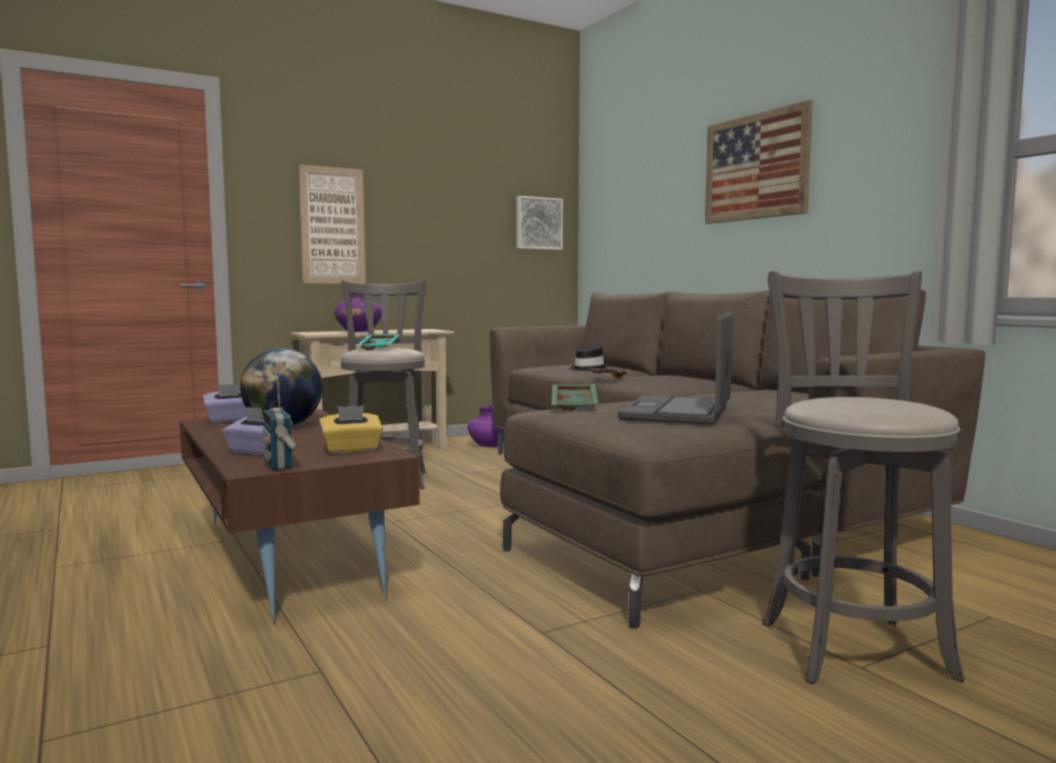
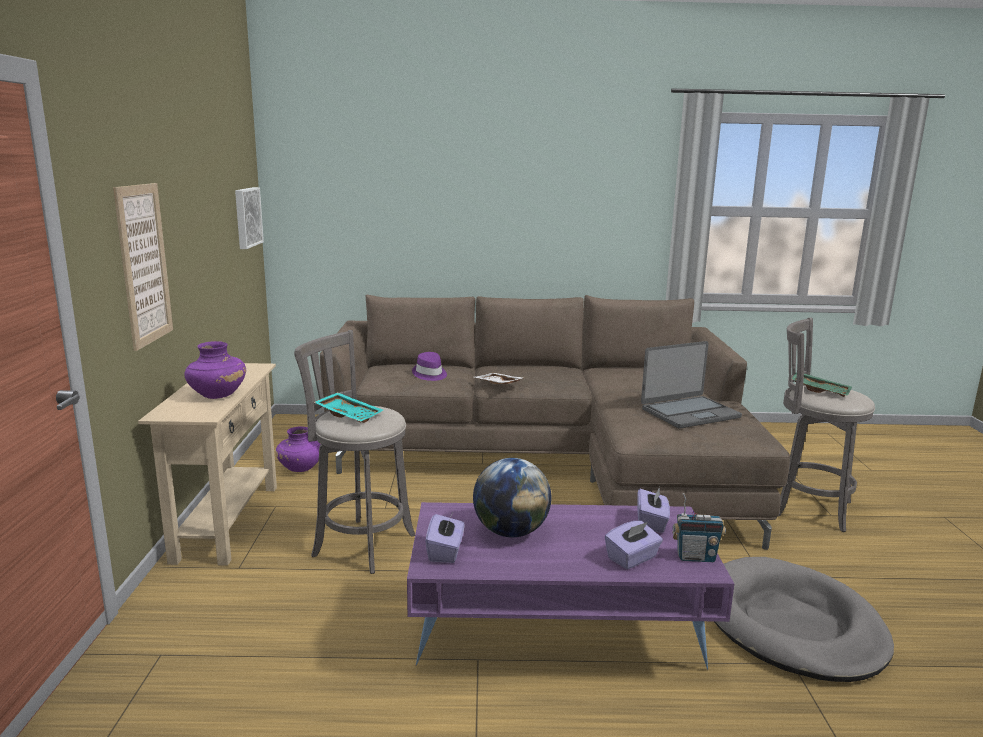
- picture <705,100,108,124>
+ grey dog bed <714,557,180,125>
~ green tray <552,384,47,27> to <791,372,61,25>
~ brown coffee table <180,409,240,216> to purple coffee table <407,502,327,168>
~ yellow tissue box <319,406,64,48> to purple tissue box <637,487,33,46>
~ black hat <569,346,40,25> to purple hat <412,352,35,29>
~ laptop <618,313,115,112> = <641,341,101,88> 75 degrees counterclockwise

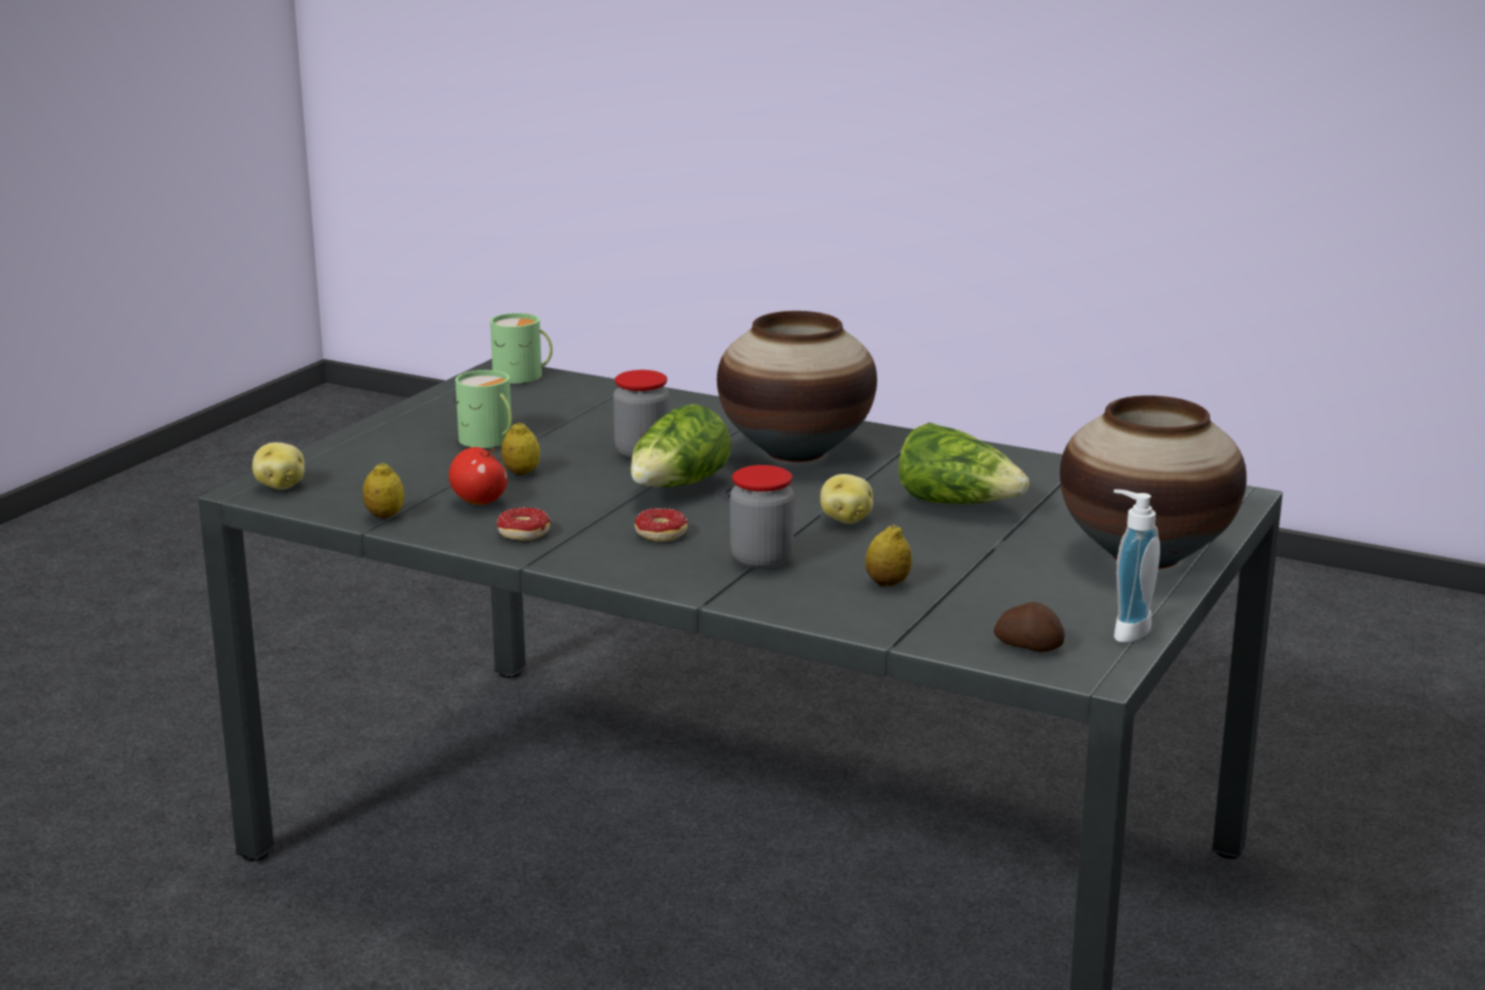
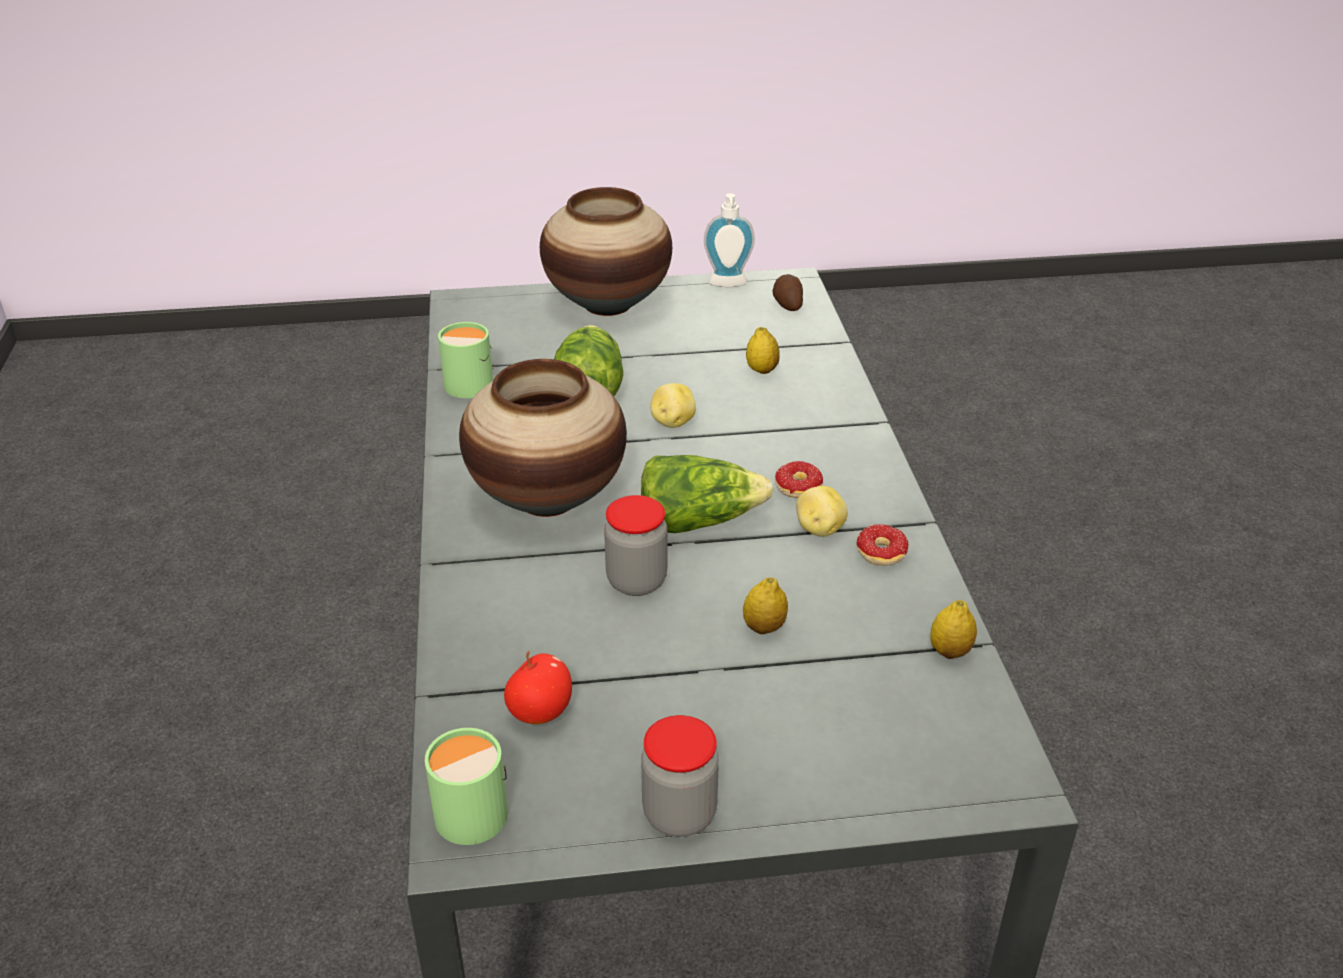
~ potato <252,442,53,48> to <796,486,52,51>
~ apple <449,447,58,58> to <504,651,68,73>
~ green mug <454,370,58,78> to <438,322,55,76>
~ jar <730,465,64,104> to <641,715,78,122>

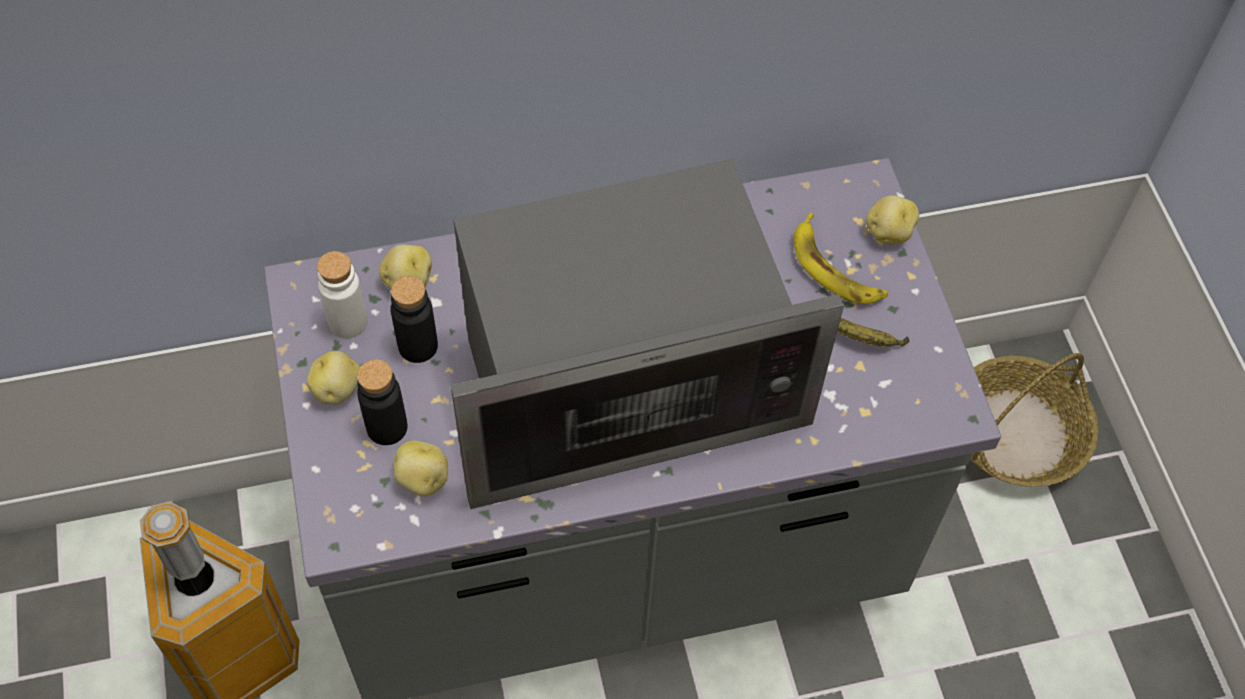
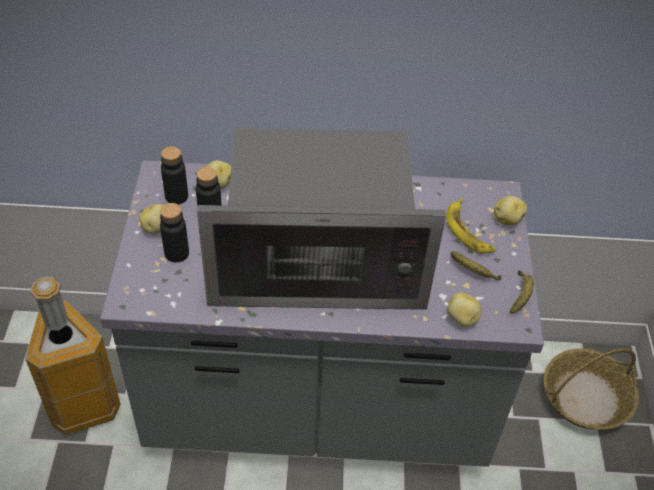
+ banana <510,271,24,43>
~ potato <394,441,54,55> to <447,292,34,35>
~ white bottle <317,251,51,87> to black bottle <161,146,27,58>

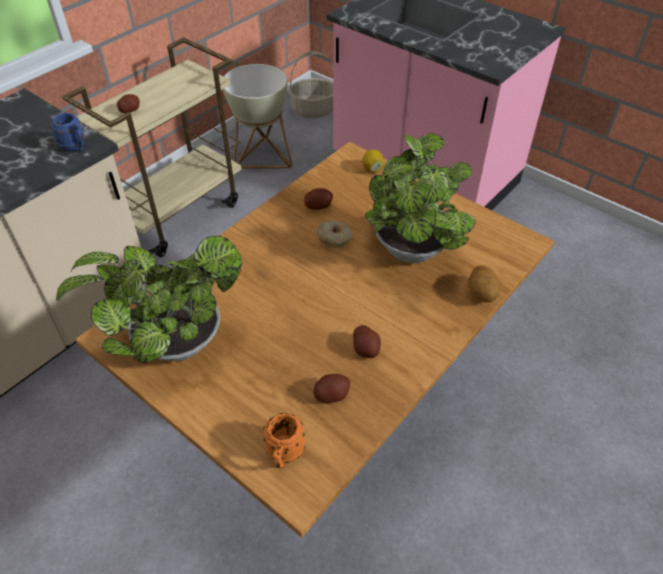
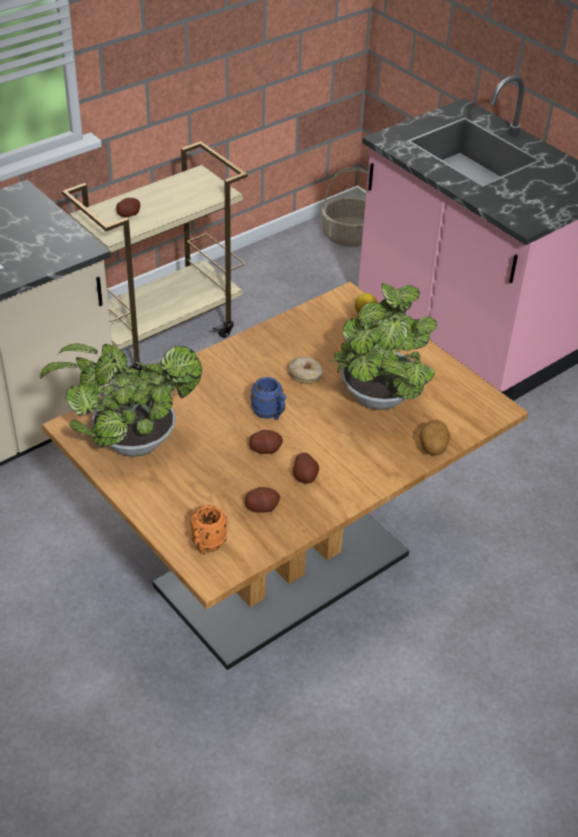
- planter <223,64,69,104>
~ blue mug <50,113,35,38> to <250,377,36,43>
~ potato <304,188,29,22> to <249,430,34,24>

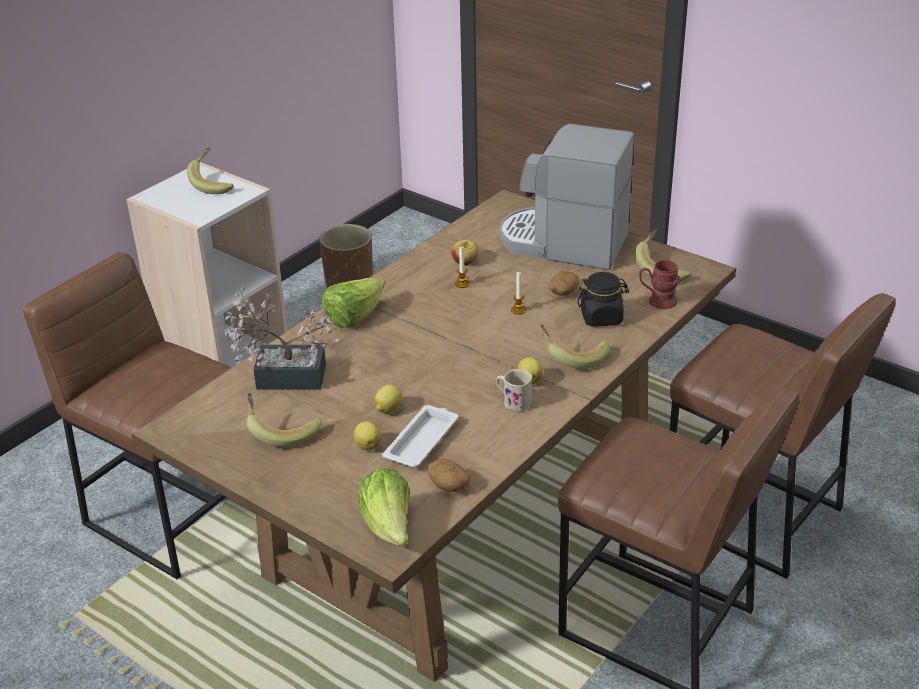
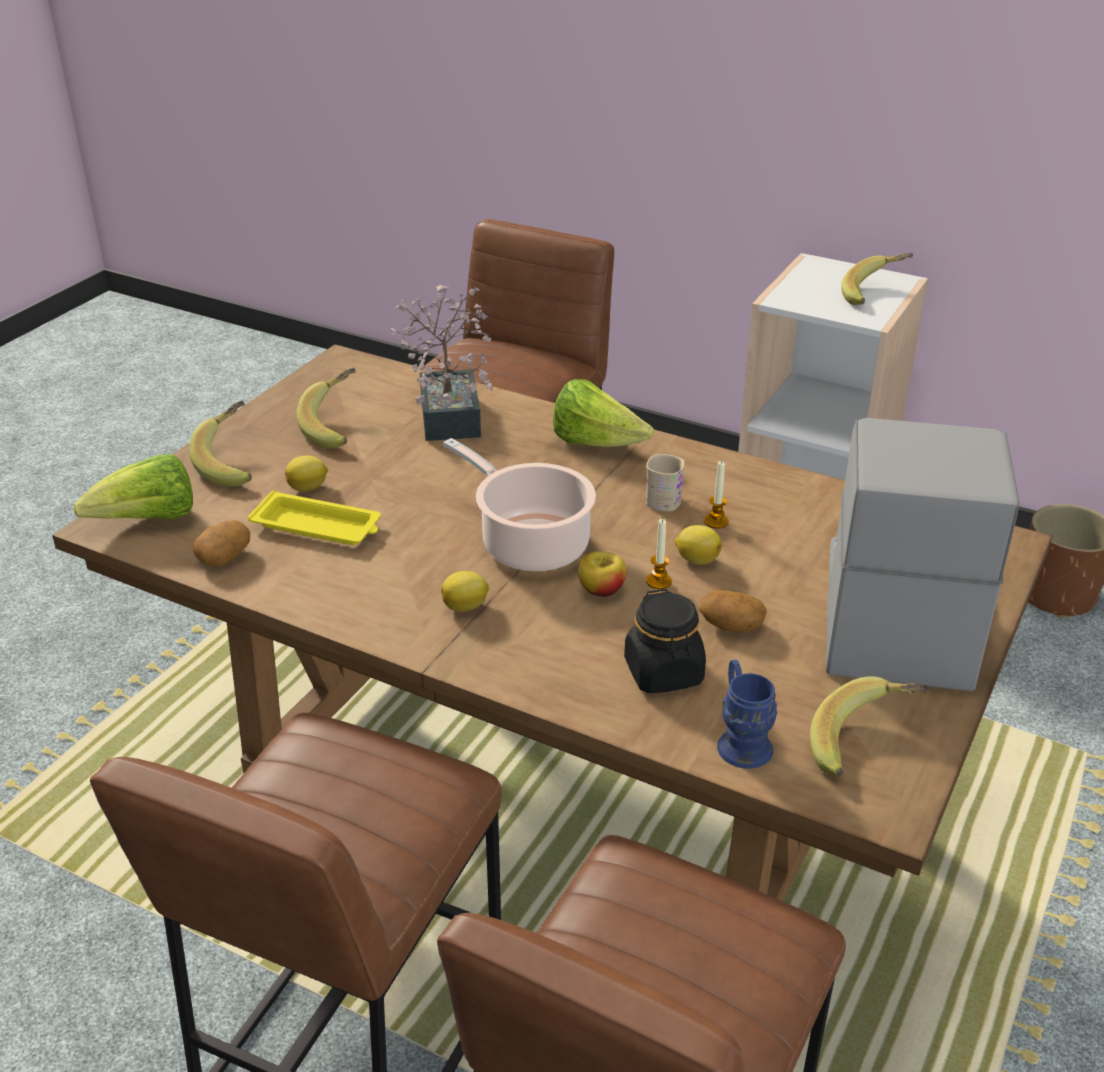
+ cooking pot <443,438,153,134>
~ lemon <374,384,28,29> to <675,525,47,39>
~ apple <451,240,27,26> to <578,551,48,46>
~ beige mug <497,369,35,43> to <646,454,39,57>
~ banana <540,324,70,45> to <189,400,63,87>
~ white tray <382,405,76,63> to yellow tray <248,490,133,55>
~ red mug <639,260,40,49> to blue mug <717,660,60,109>

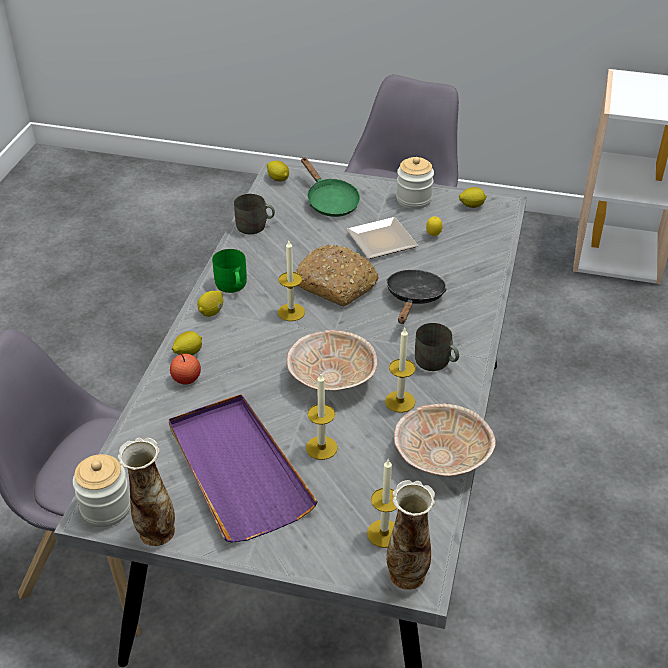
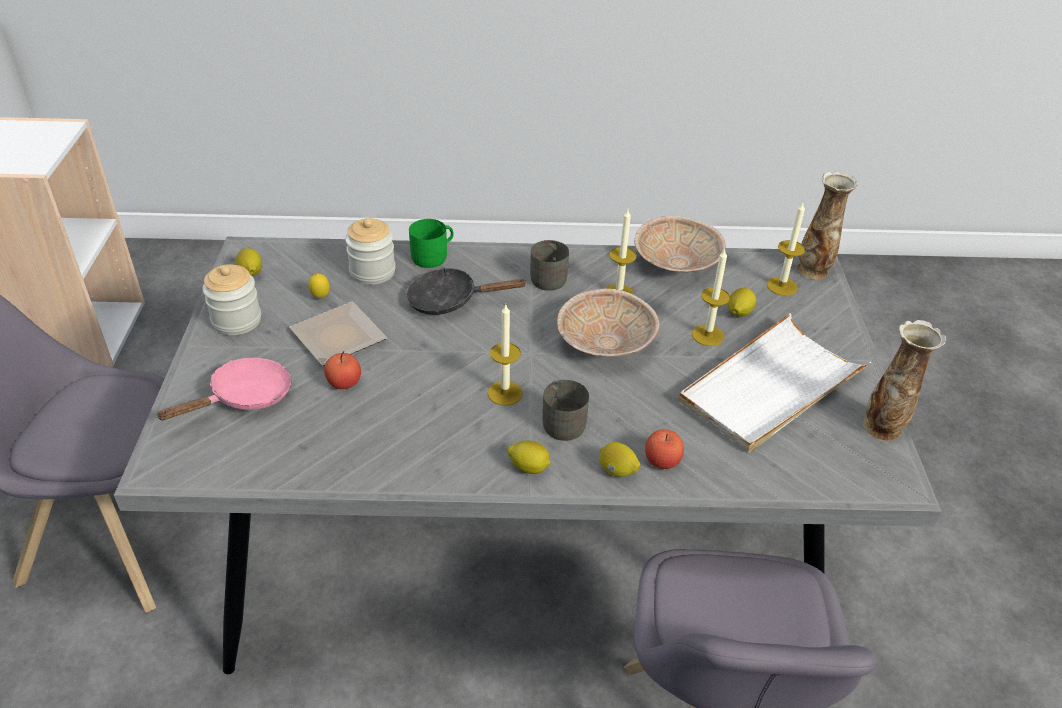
- bread <295,245,84,61>
+ apple <324,351,37,38>
~ jar <73,454,58,73> to <345,218,51,67>
~ green mug <212,249,35,44> to <409,219,45,49>
~ grey mug <234,194,41,40> to <542,380,47,61>
~ lemon <267,161,22,20> to <728,288,28,29>
~ purple tray <168,394,150,149> to white tray <678,313,194,139>
~ green frying pan <301,157,59,60> to pink frying pan <156,358,136,62>

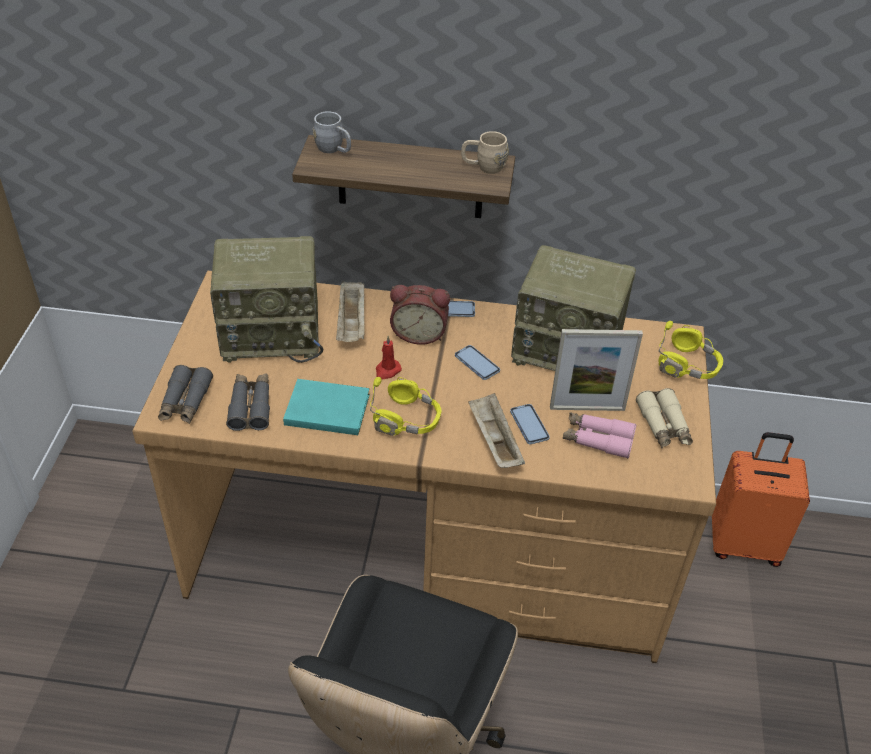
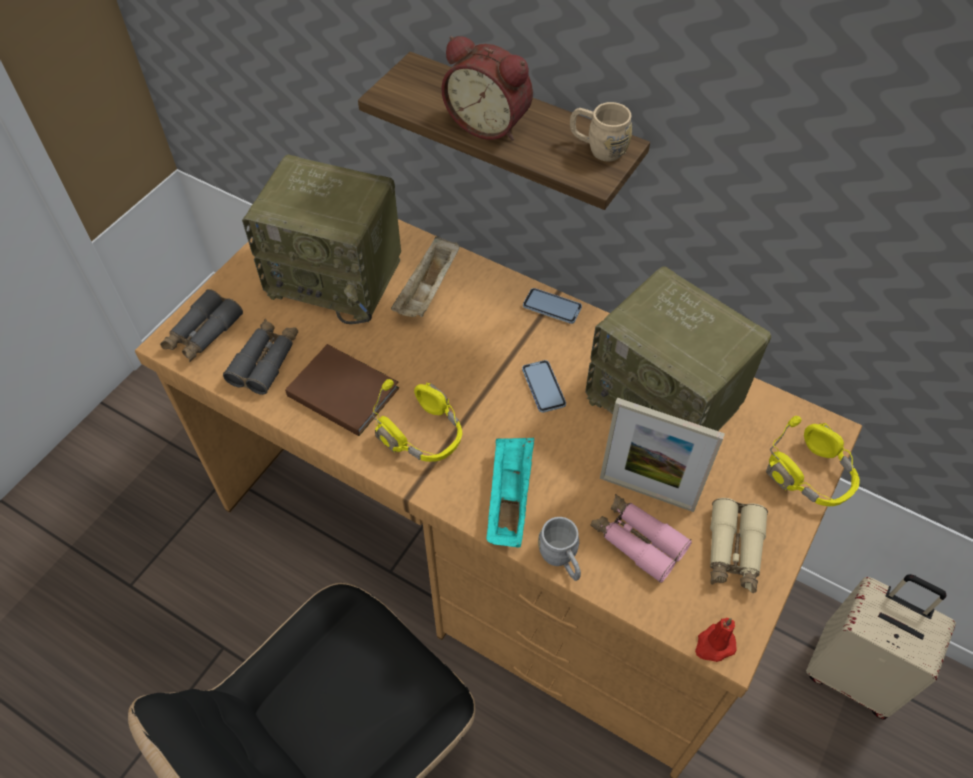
- phone <510,404,40,40>
~ grey mug <313,111,38,42> to <538,517,43,64>
~ red candle <376,336,26,43> to <695,618,42,44>
~ alarm clock <390,285,60,60> to <441,36,92,105>
~ turquoise book <283,379,87,56> to brown book <285,344,114,92>
~ beige tray <468,393,57,75> to turquoise tray <486,438,48,110>
~ orange suitcase <712,432,98,135> to beige suitcase <806,574,150,146>

